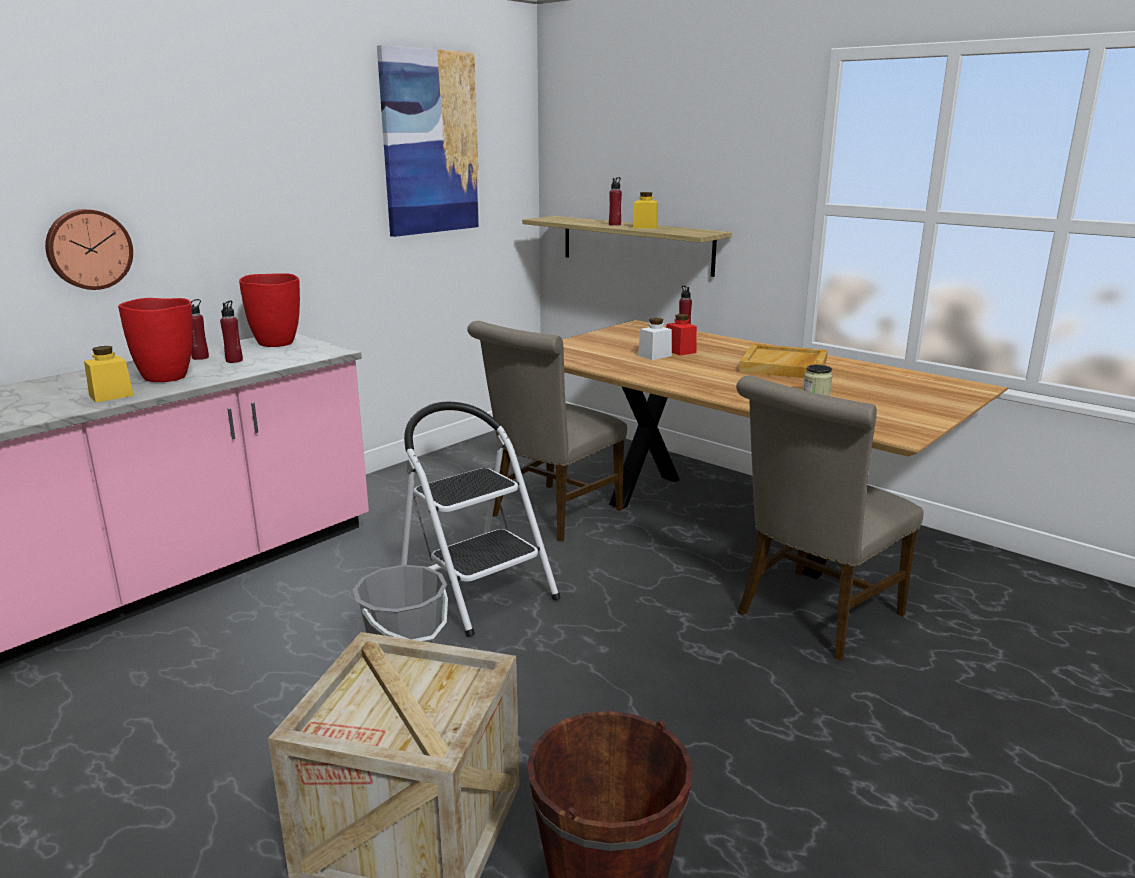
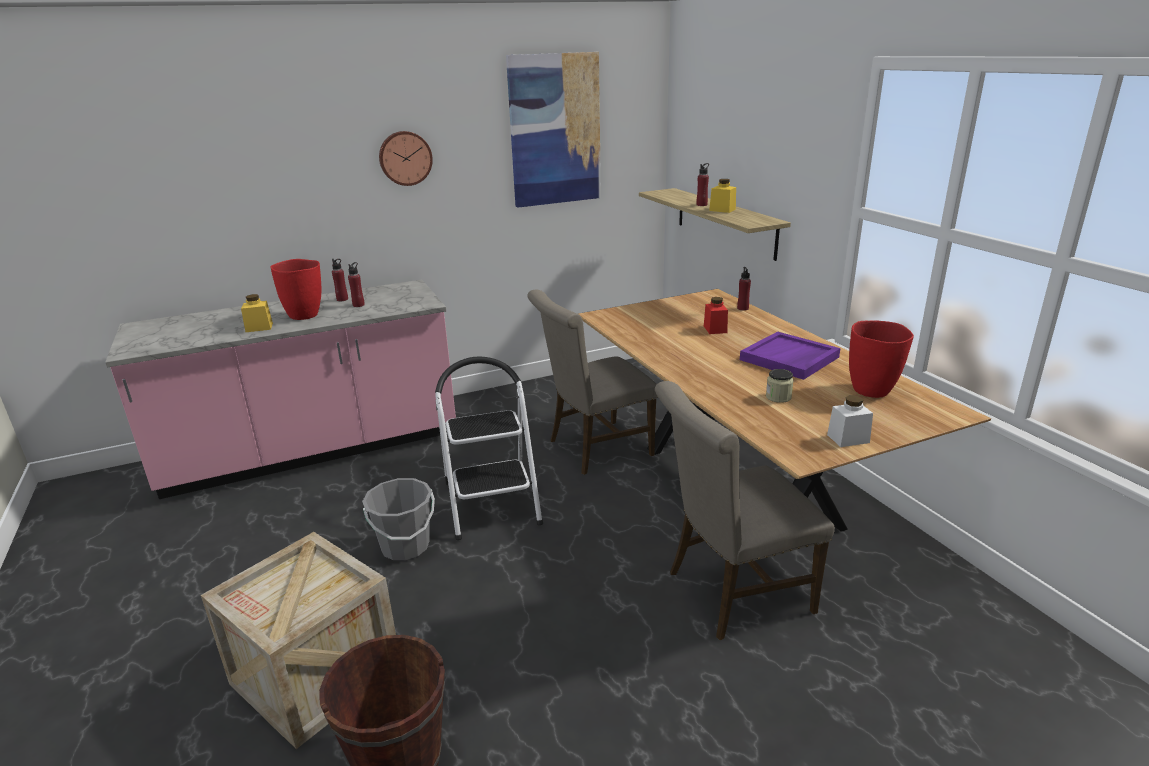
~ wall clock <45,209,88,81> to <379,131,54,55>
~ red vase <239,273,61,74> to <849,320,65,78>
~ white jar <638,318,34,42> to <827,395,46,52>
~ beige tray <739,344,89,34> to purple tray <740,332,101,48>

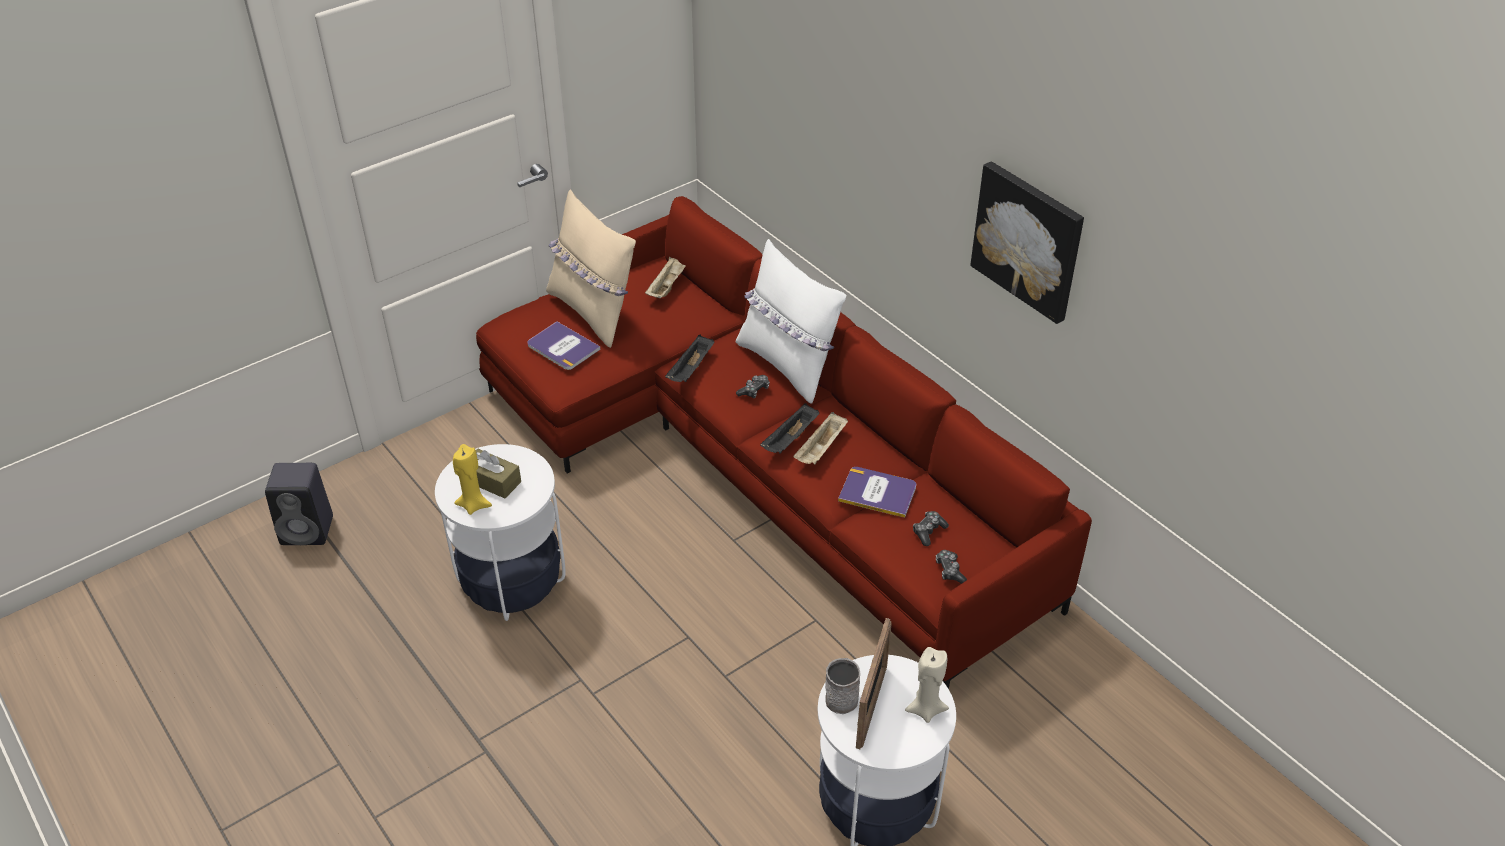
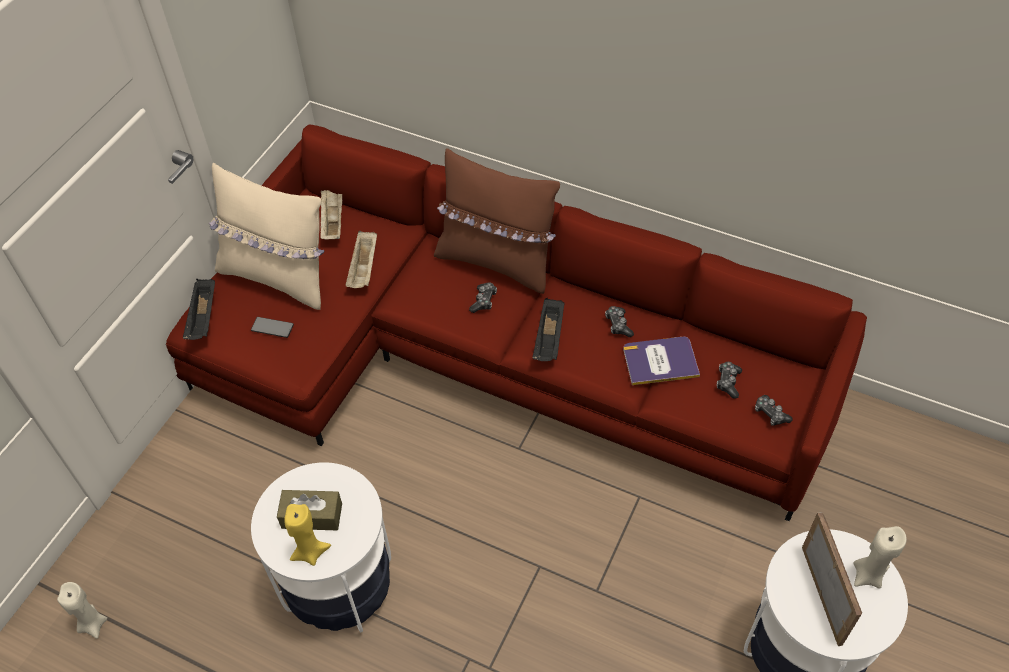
- grey mug <825,658,36,56>
- picture <970,161,114,163>
+ game controller <605,306,29,31>
~ black tray <665,335,49,47> to <183,279,32,61>
~ beige tray <794,412,54,52> to <346,231,31,57>
~ black speaker <265,463,68,82> to beige candle <57,582,50,57>
~ book <527,322,73,48> to phone <251,317,43,21>
~ white pillow <736,239,110,165> to brown pillow <434,148,126,146>

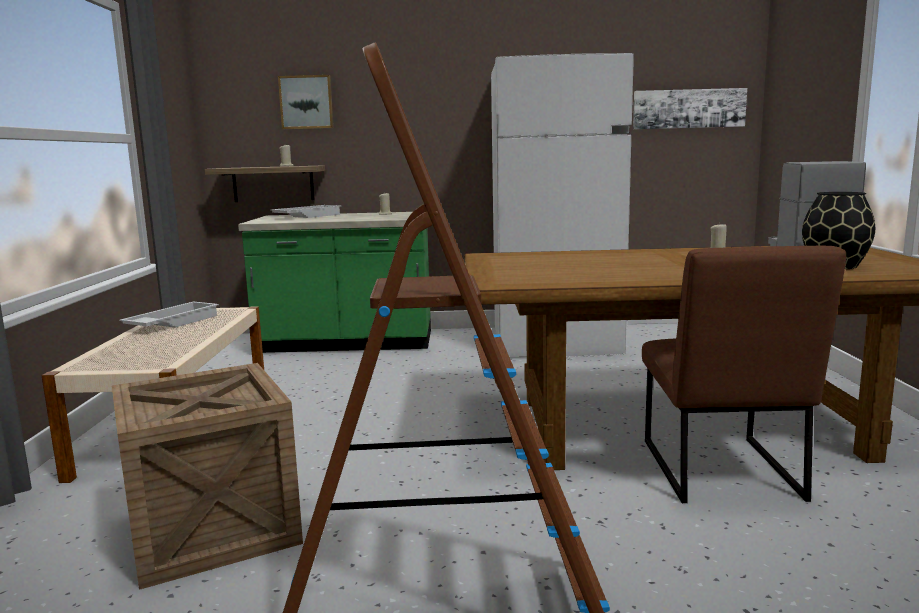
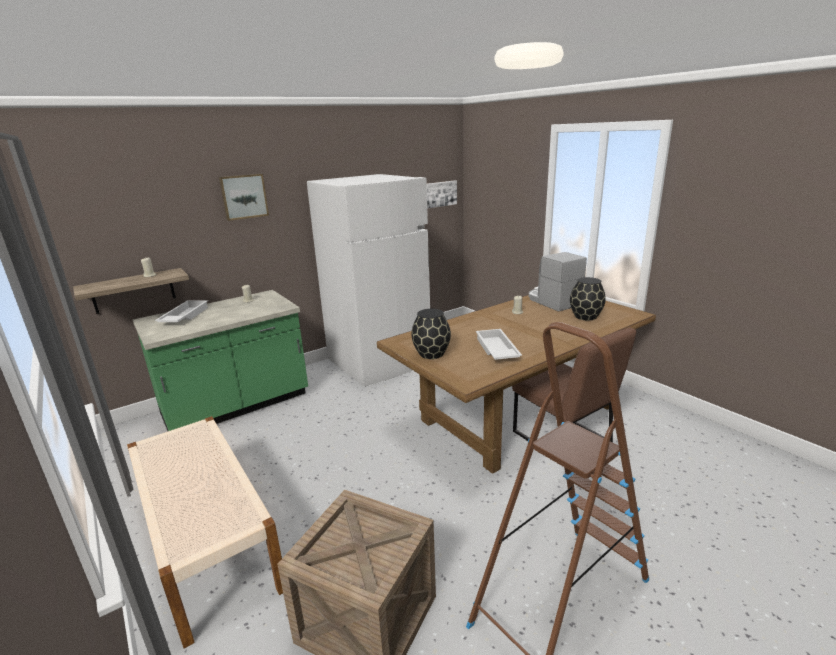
+ black vase <412,309,39,50>
~ white tray <119,302,100,26> to <476,329,46,31>
~ picture <278,75,56,54> to <219,174,50,47>

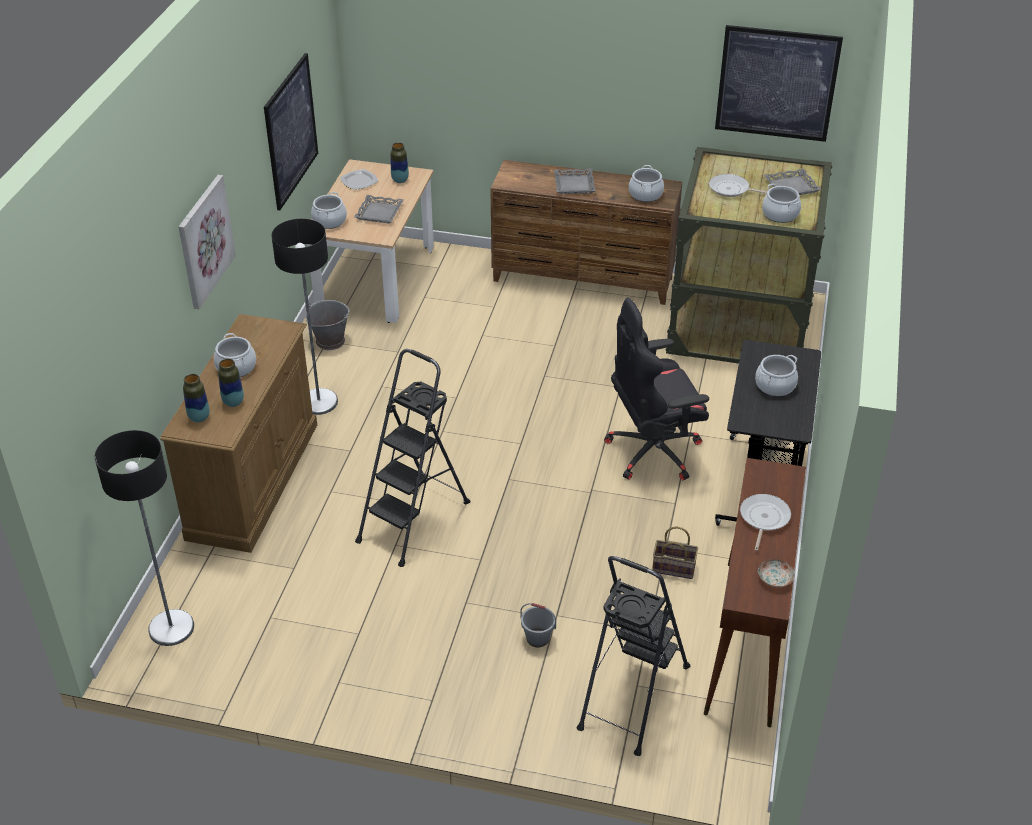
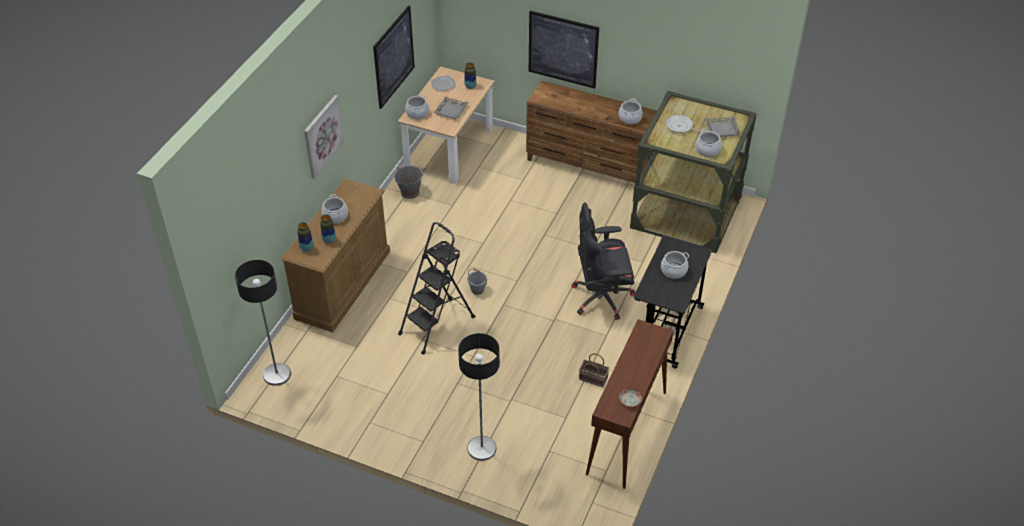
- grey tray <554,169,42,25>
- step ladder <577,556,113,200>
- frying pan <740,494,51,57>
~ floor lamp <271,219,67,196> to <458,333,42,128>
~ grey bucket <520,603,36,44> to <467,268,20,27>
~ picture <715,25,128,117> to <529,11,70,78>

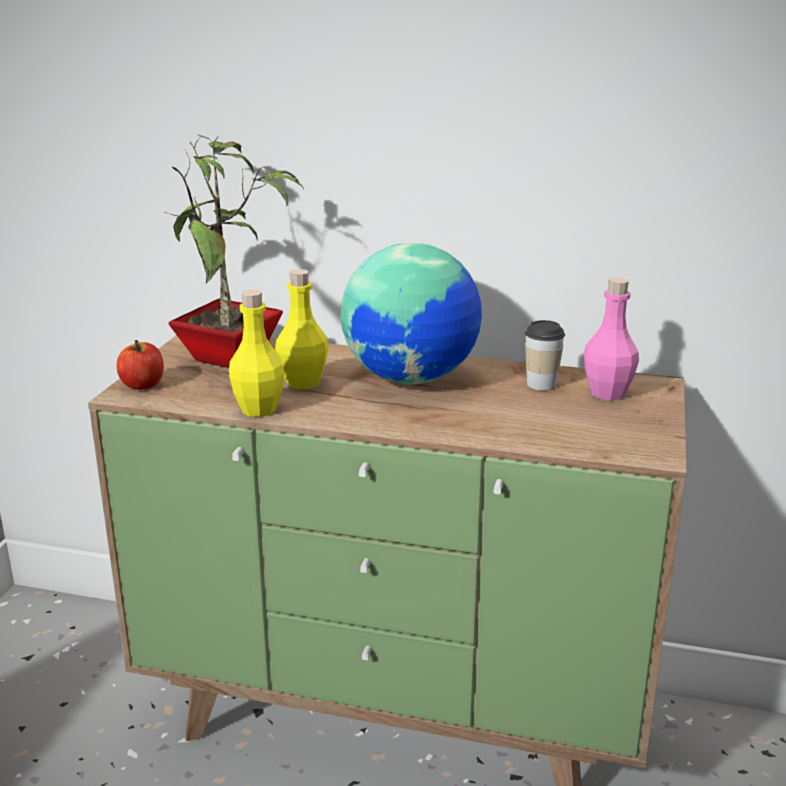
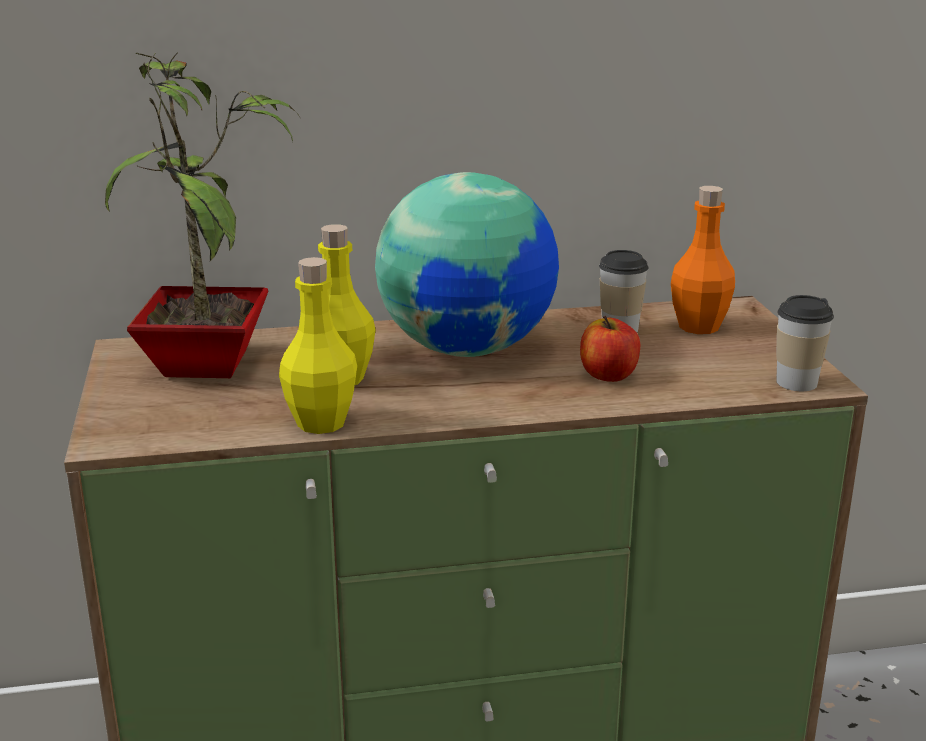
+ cup <776,295,58,96>
~ apple <116,340,48,50> to <580,316,60,66>
~ pink bottle <583,277,56,124> to orange bottle <671,186,64,148>

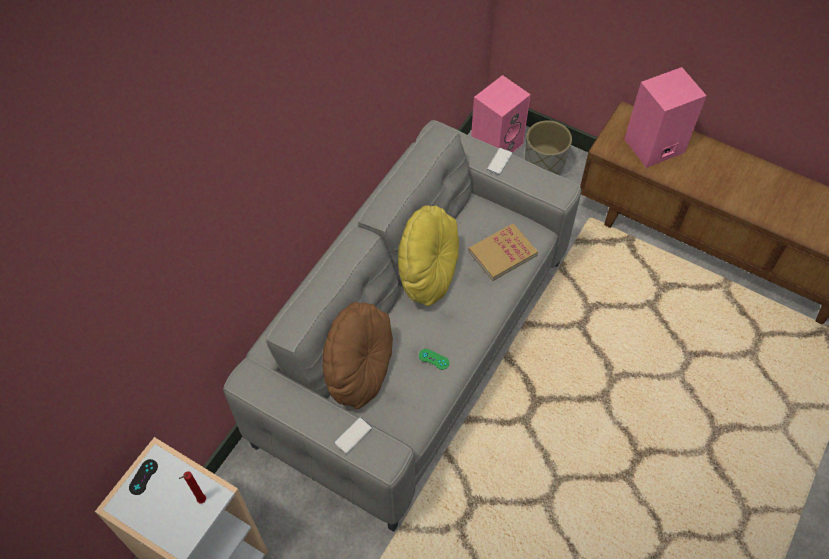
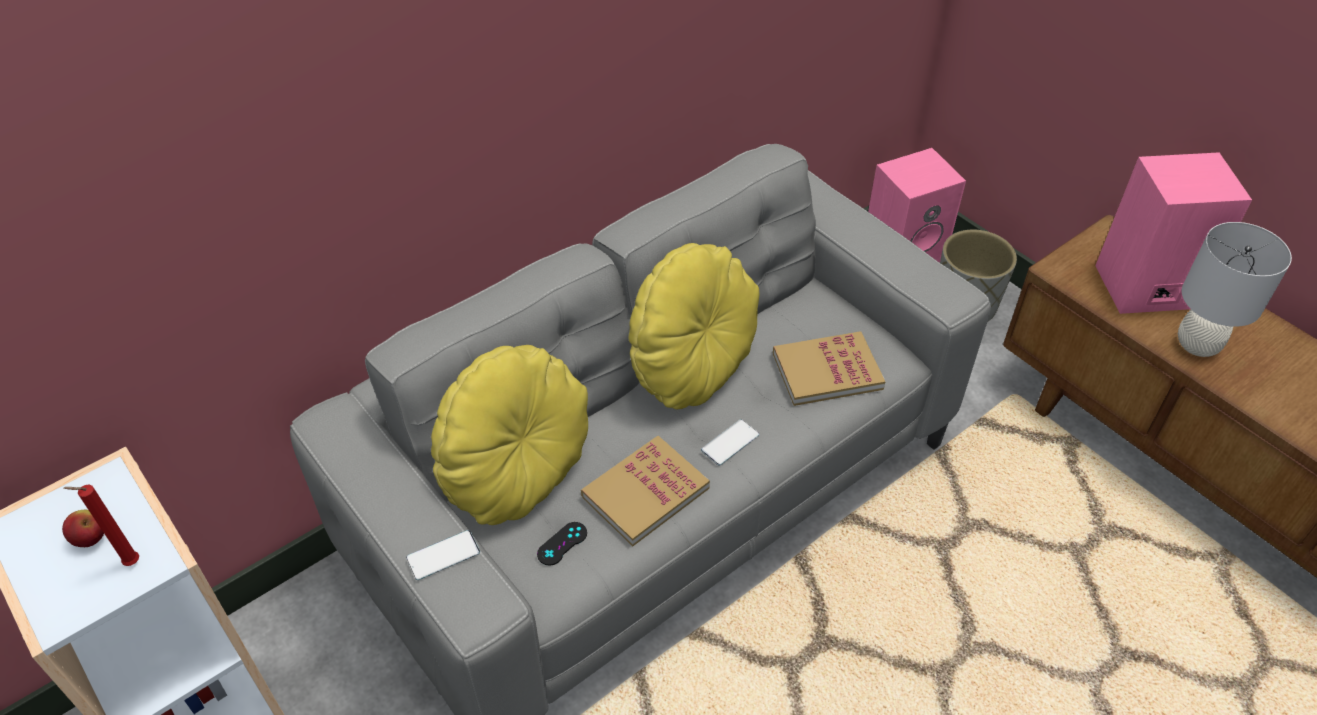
+ apple <62,510,42,37>
+ grey table lamp <1177,222,115,135>
~ black game controller <129,459,29,36> to <537,522,50,44>
~ phone <487,148,25,27> to <701,419,58,47>
~ green game controller <419,349,30,21> to book <581,436,129,110>
~ brown pillow <323,302,70,107> to yellow pillow <431,345,157,180>

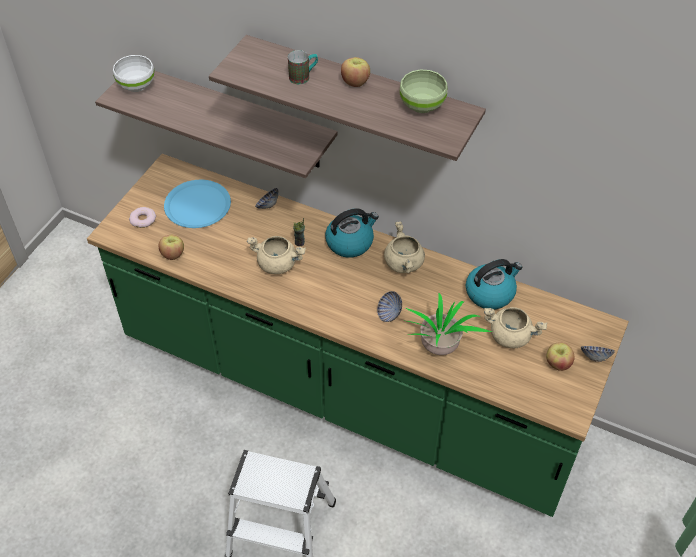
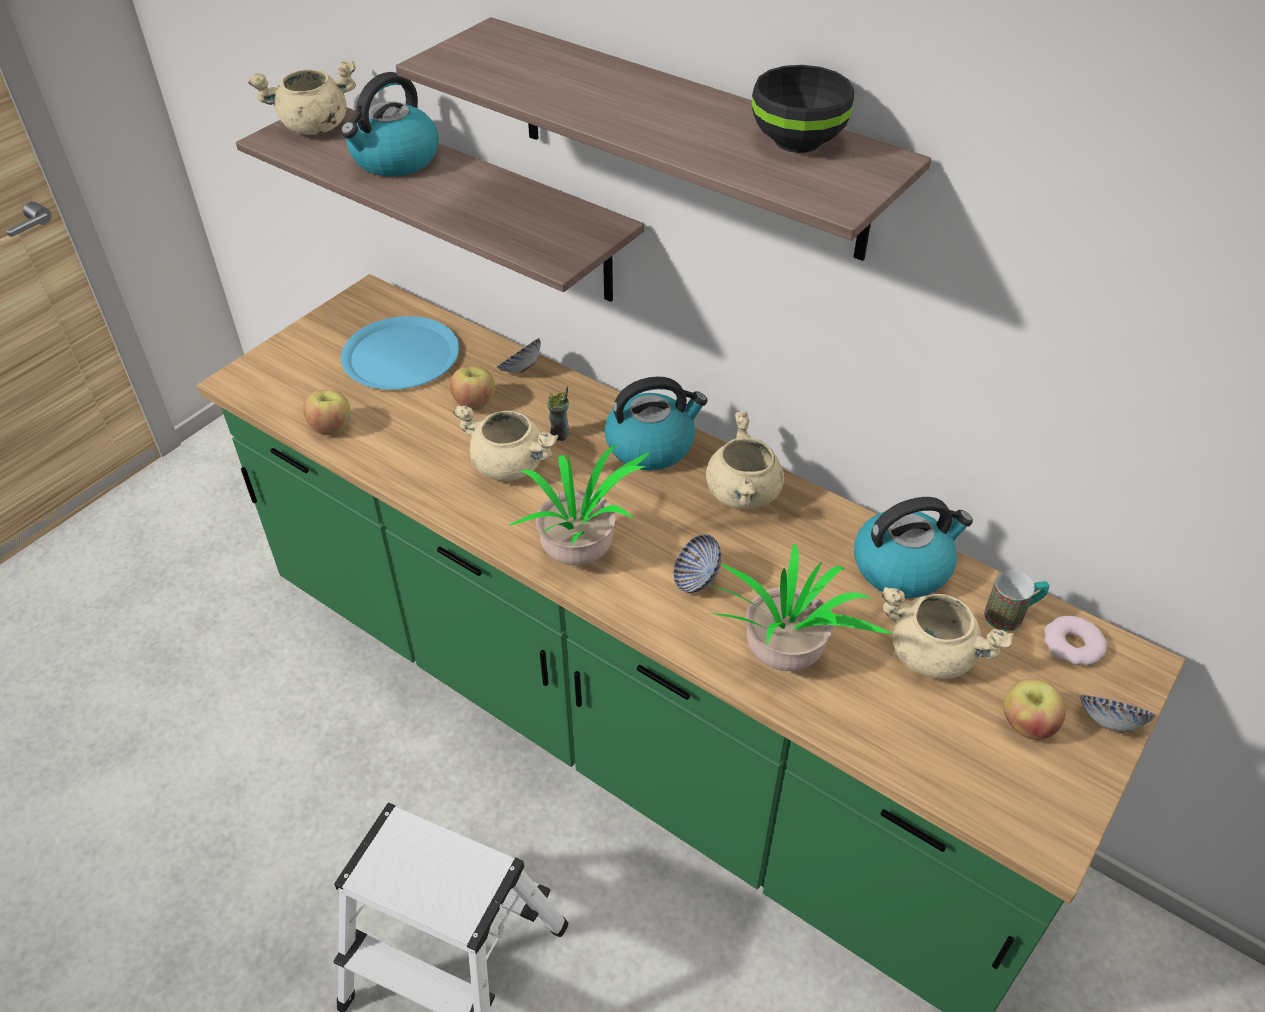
+ kettle <341,72,98,104>
+ potted plant <509,444,142,121>
~ donut <129,207,27,21> to <1044,616,63,50>
~ mug <288,50,30,34> to <984,570,65,61>
~ apple <341,57,29,30> to <450,366,45,45>
~ white bowl <113,55,42,37> to beige cooking pot <247,61,109,74>
~ green bowl <400,69,47,44> to black bowl <752,65,102,88>

